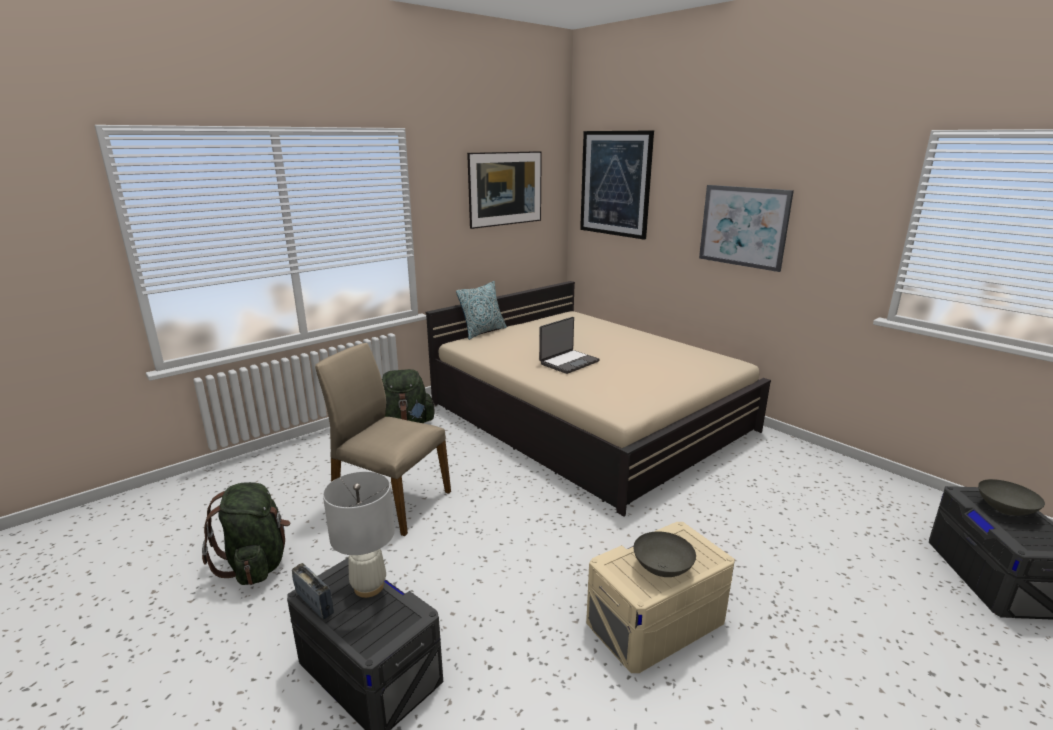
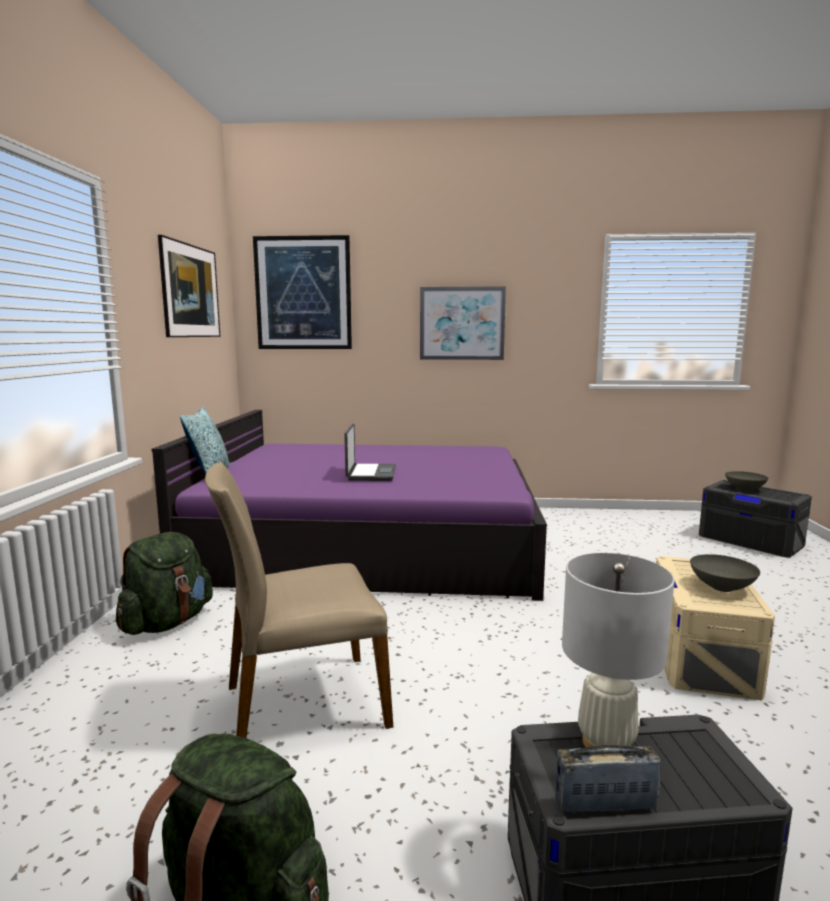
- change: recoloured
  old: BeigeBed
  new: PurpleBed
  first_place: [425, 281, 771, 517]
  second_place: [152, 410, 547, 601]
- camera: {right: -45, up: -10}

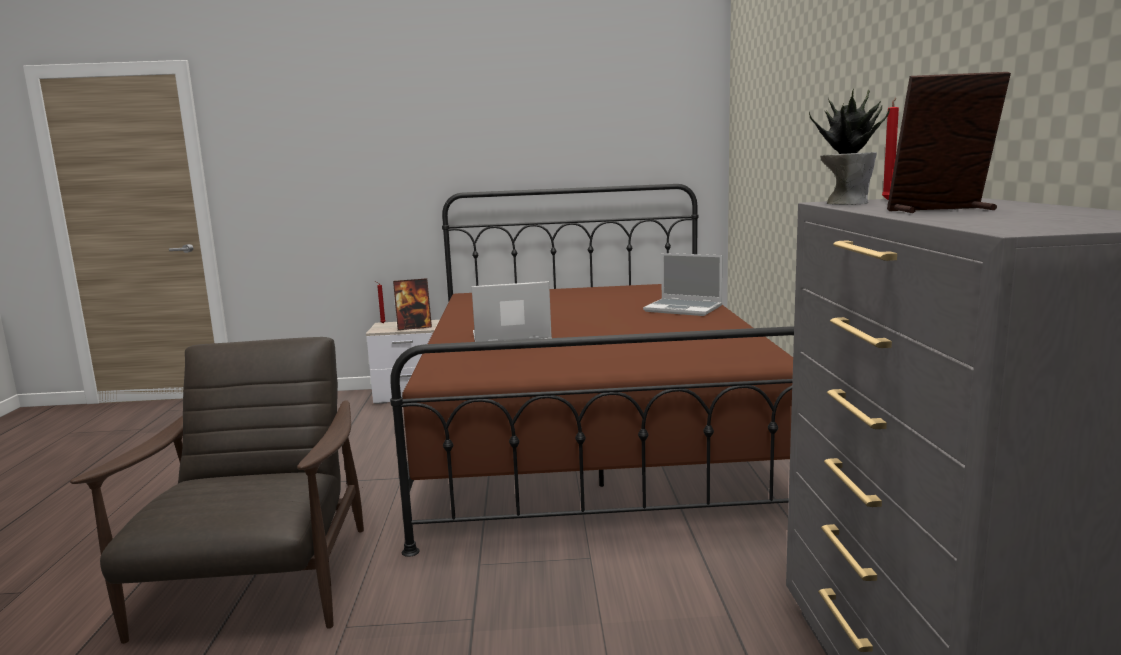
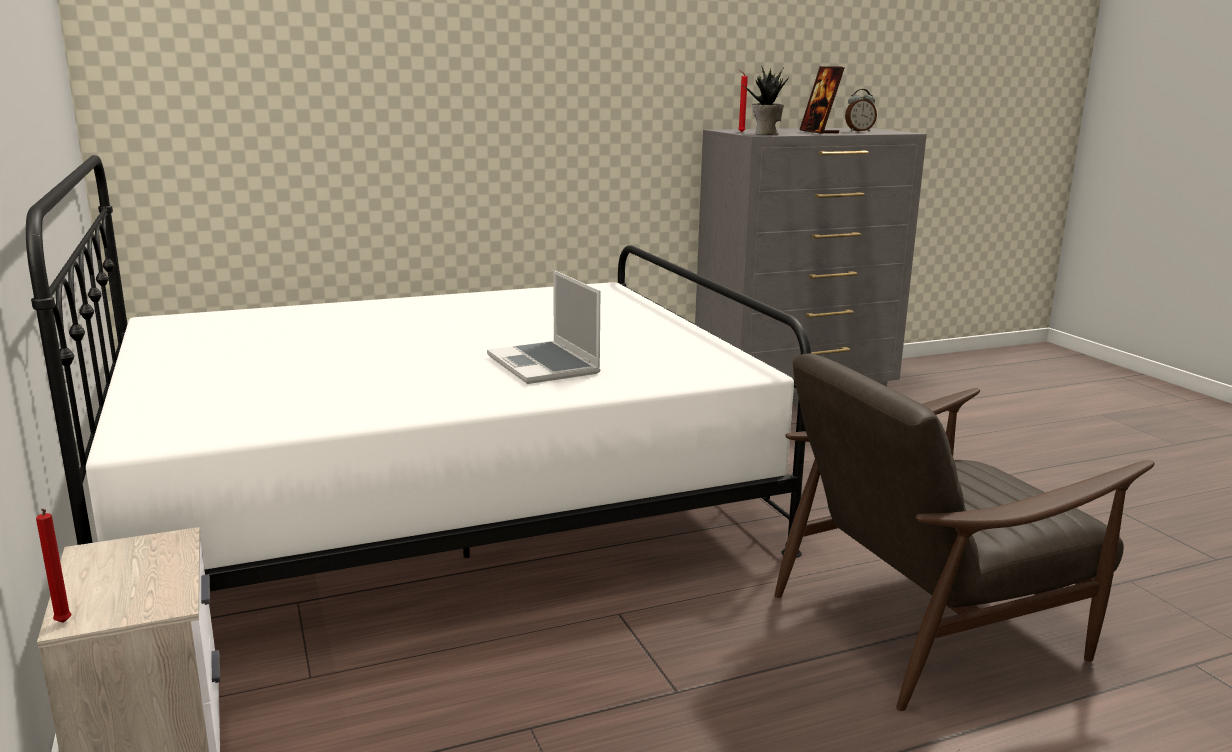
- change: removed
  old: PictureFrame
  first_place: [393, 278, 432, 330]
- change: removed
  old: Laptop
  first_place: [643, 253, 722, 316]
- change: added
  new: AlarmClock
  second_place: [845, 89, 877, 132]
- change: recoloured
  old: BrownBed
  new: WhiteBed
  first_place: [390, 184, 794, 557]
  second_place: [26, 155, 811, 591]
- camera: {right: -110, up: 5}

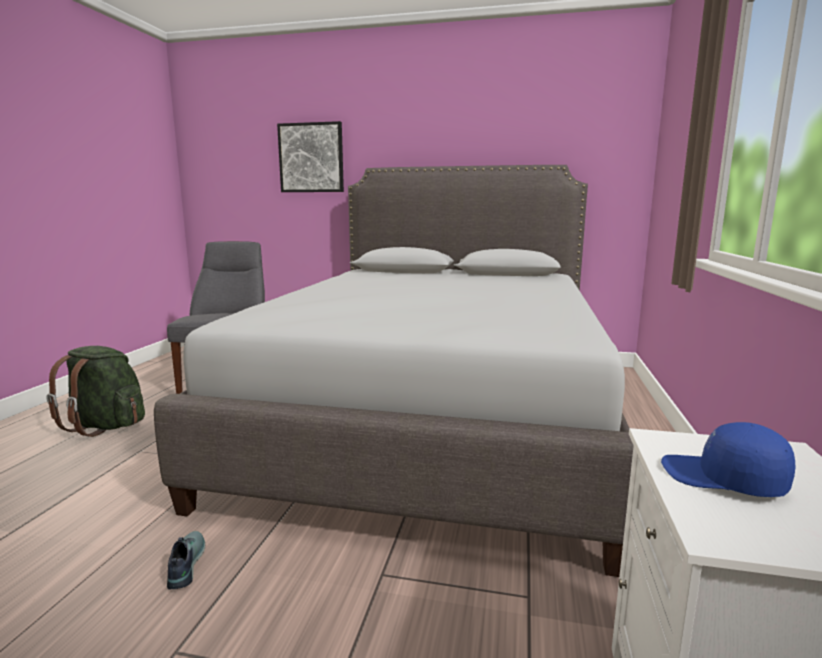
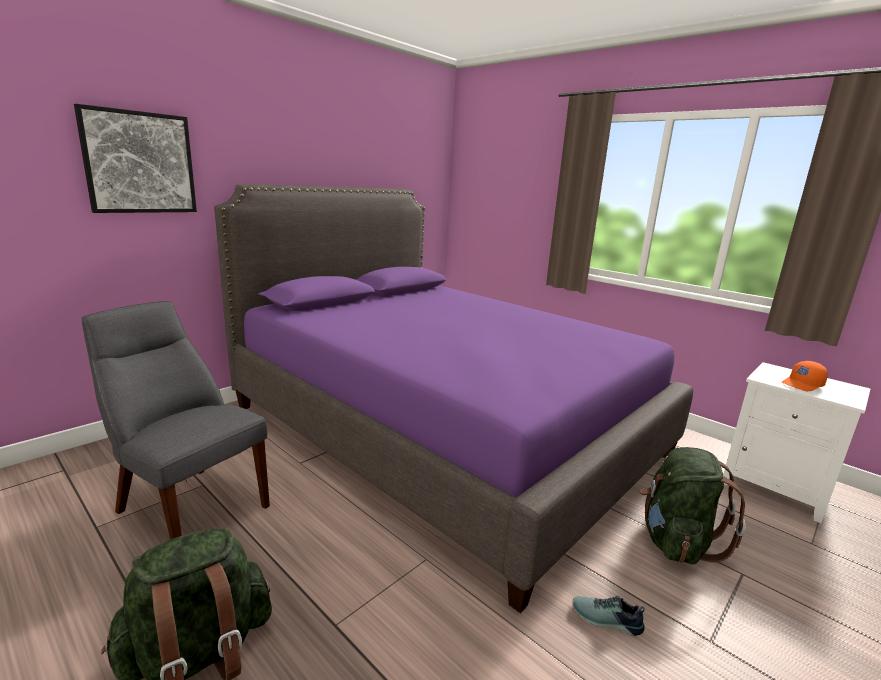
- change: added
  new: GreenBackpack
  second_place: [639, 447, 746, 565]
- change: recoloured
  old: GreyBed
  new: PurpleBed
  first_place: [154, 165, 634, 577]
  second_place: [214, 184, 693, 613]
- change: recoloured
  old: BlueCap
  new: OrangeCap
  first_place: [661, 422, 795, 497]
  second_place: [782, 361, 828, 391]
- camera: {right: -60, up: 5}

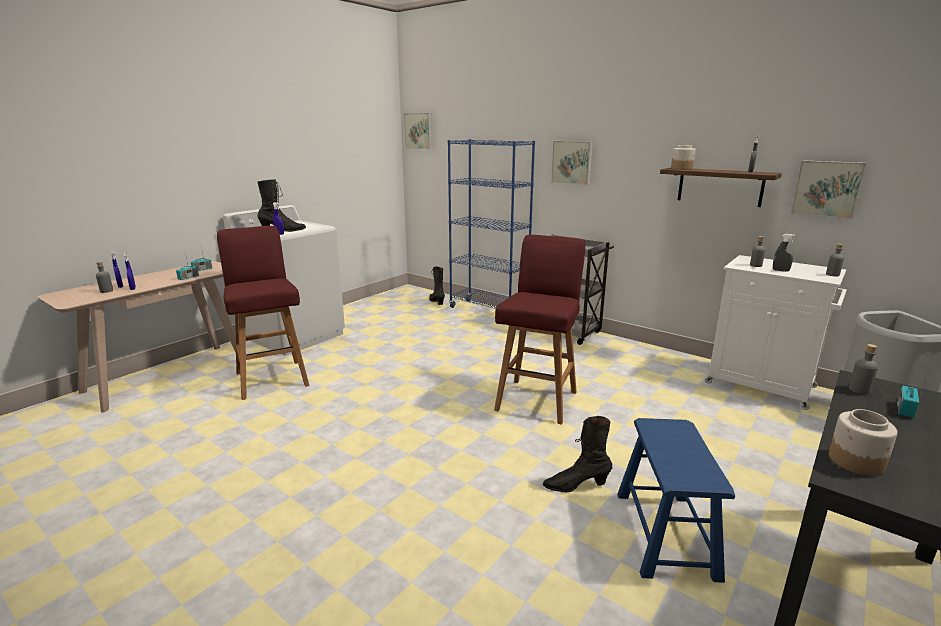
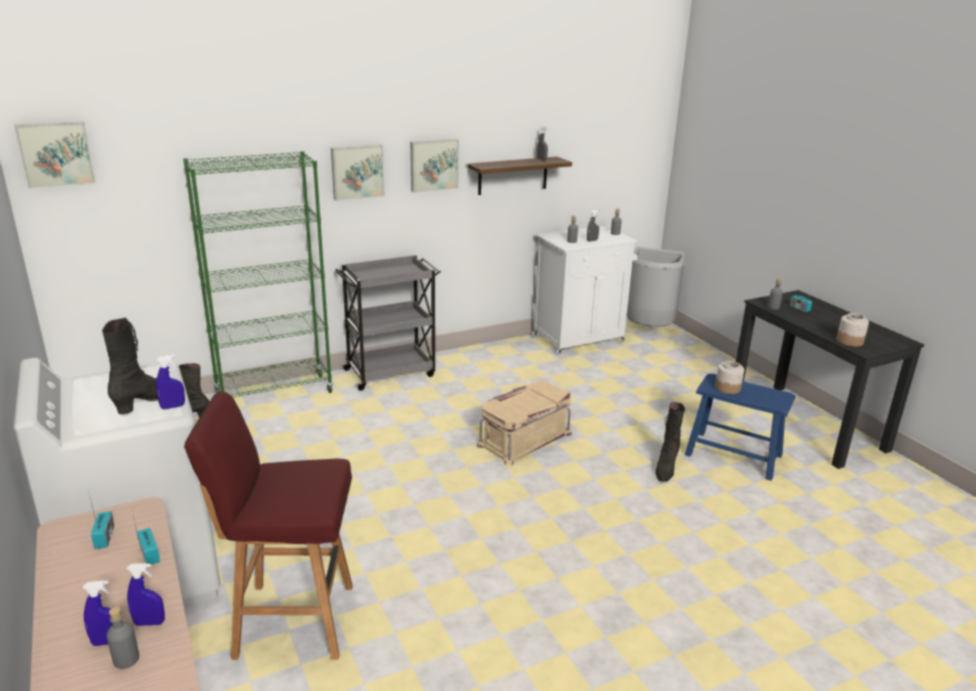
- change: moved
  old: Jar
  first_place: [671, 145, 696, 170]
  second_place: [715, 361, 744, 394]
- change: moved
  old: Picture
  first_place: [791, 160, 867, 219]
  second_place: [410, 139, 459, 193]
- change: replaced
  old: RedStool
  new: BeigeStorageBox
  first_place: [494, 235, 585, 425]
  second_place: [477, 381, 572, 465]
- change: recoloured
  old: BlueBookcase
  new: GreenBookcase
  first_place: [448, 139, 535, 309]
  second_place: [183, 151, 333, 398]
- camera: {right: -65, up: 5}

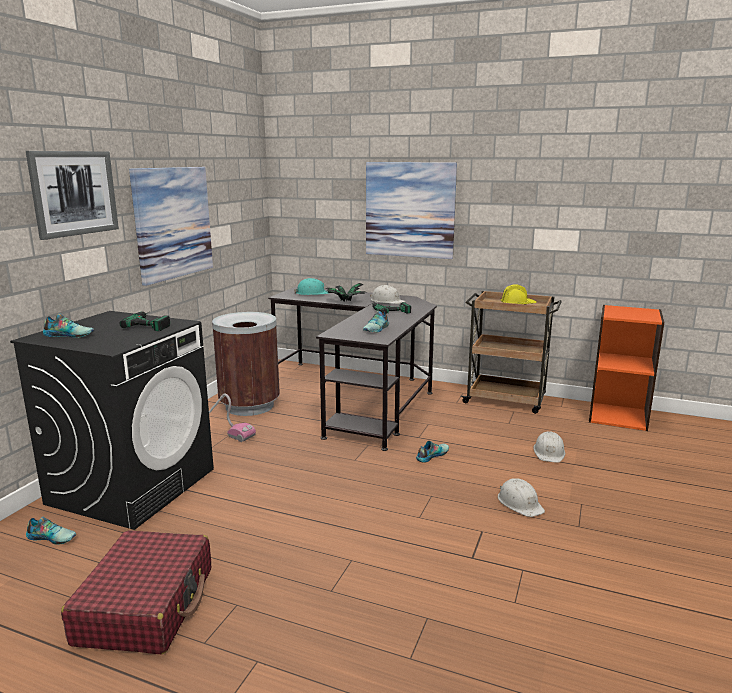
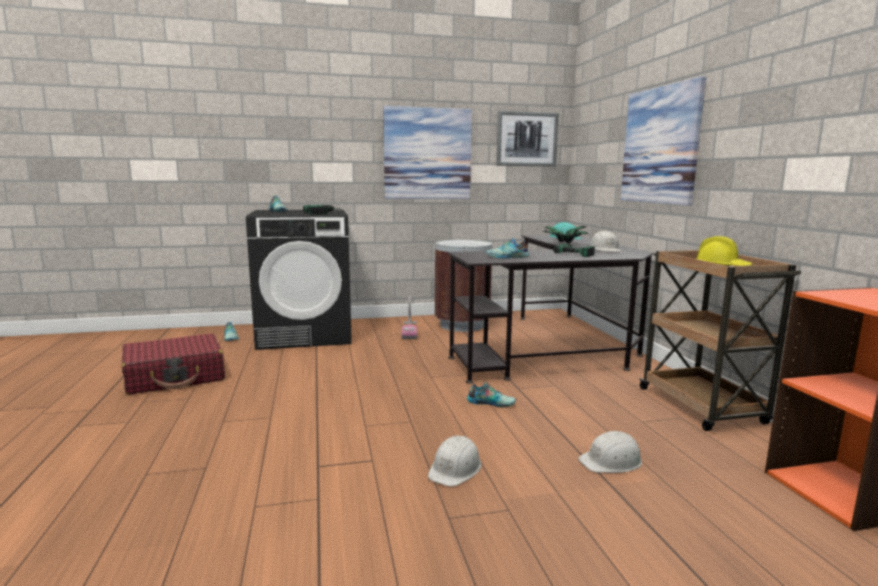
- change: moved
  old: Picture
  first_place: [26, 151, 119, 240]
  second_place: [496, 111, 559, 167]
- camera: {right: 55, up: -5}

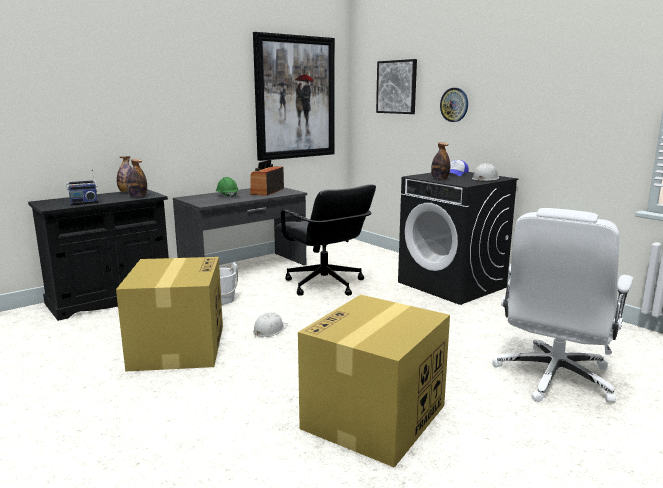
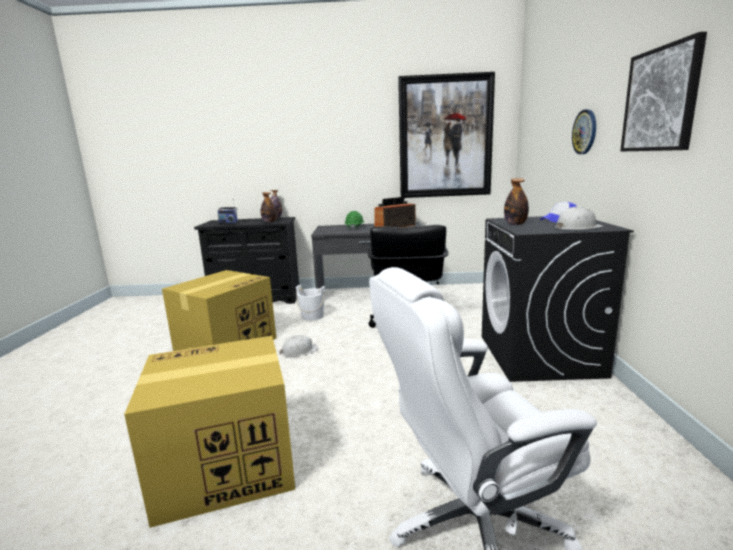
- change: moved
  old: Picture
  first_place: [376, 59, 417, 114]
  second_place: [620, 32, 707, 151]
- camera: {right: 40, up: 0}

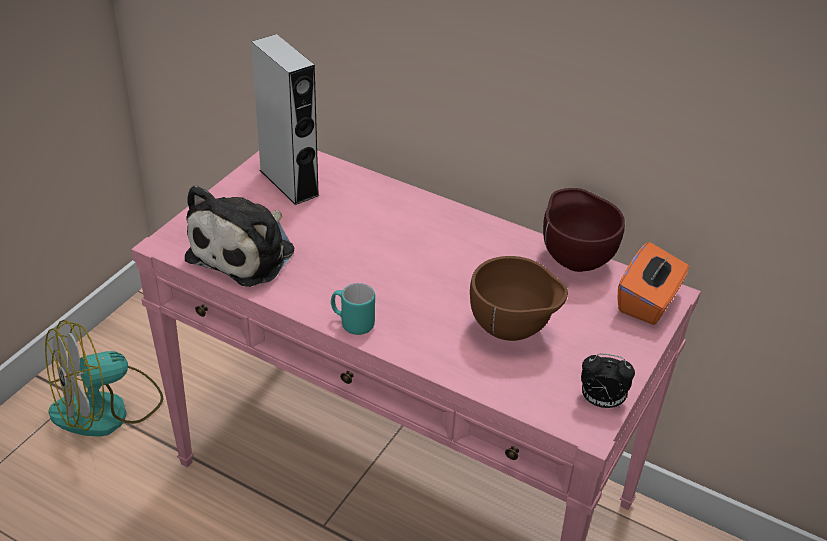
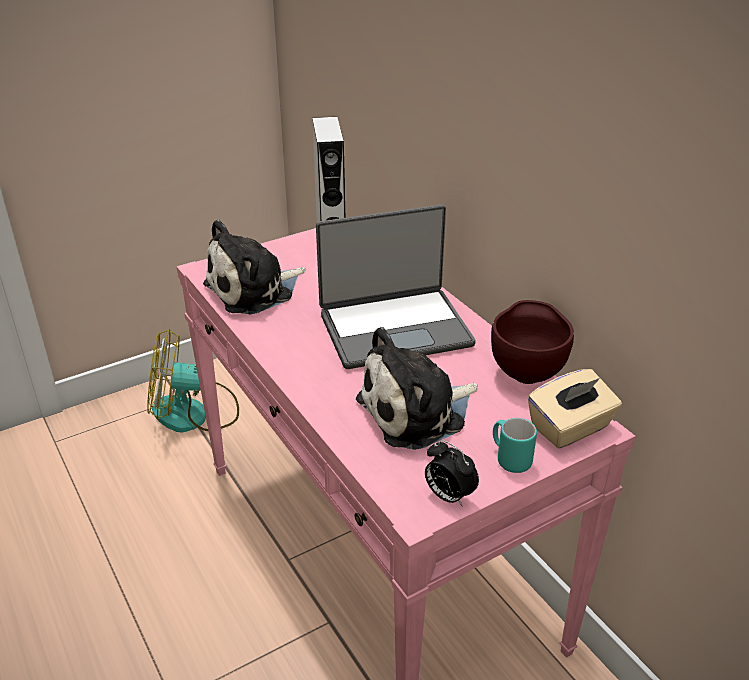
- change: added
  new: Laptop
  second_place: [316, 205, 475, 369]
- change: moved
  old: TurquoiseMug
  first_place: [331, 283, 375, 335]
  second_place: [493, 418, 537, 473]
- change: replaced
  old: BrownBowl
  new: PlushToy
  first_place: [470, 256, 568, 341]
  second_place: [356, 327, 478, 450]
- change: recoloured
  old: OrangeTissueBox
  new: BeigeTissueBox
  first_place: [618, 242, 689, 325]
  second_place: [528, 369, 622, 449]
- camera: {right: 30, up: -5}

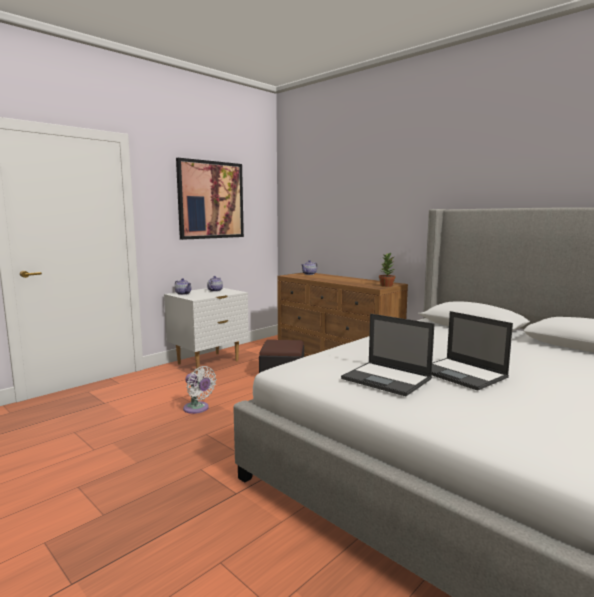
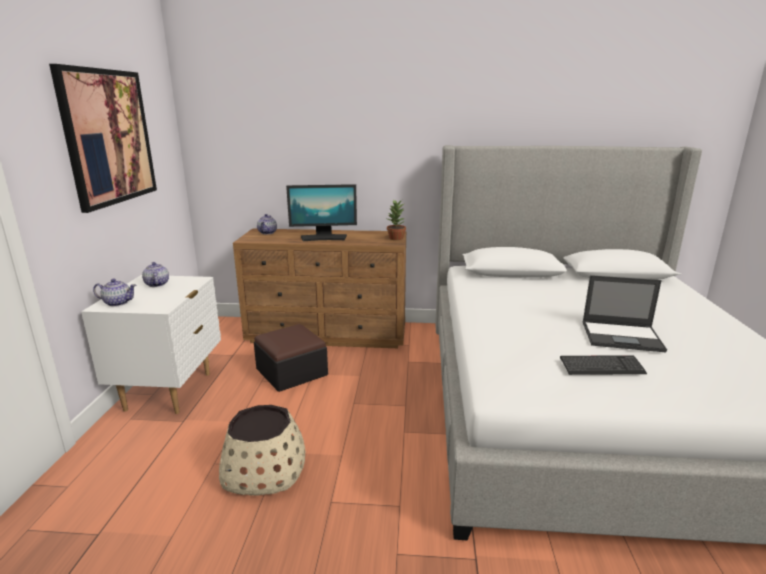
- change: added
  new: Monitor
  second_place: [286, 184, 357, 241]
- change: replaced
  old: WhiteFan
  new: BeigePlanter
  first_place: [183, 366, 216, 414]
  second_place: [219, 405, 305, 496]
- change: replaced
  old: Laptop
  new: Keyboard
  first_place: [341, 314, 434, 396]
  second_place: [560, 355, 647, 375]
- camera: {right: -40, up: 10}

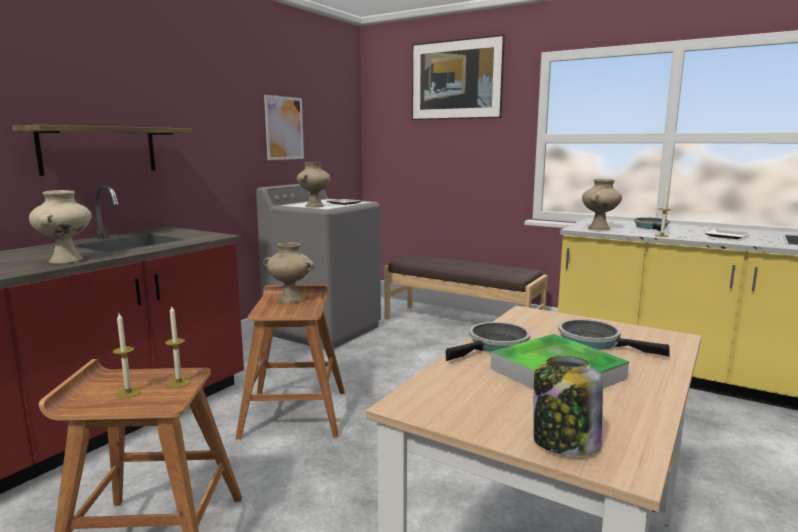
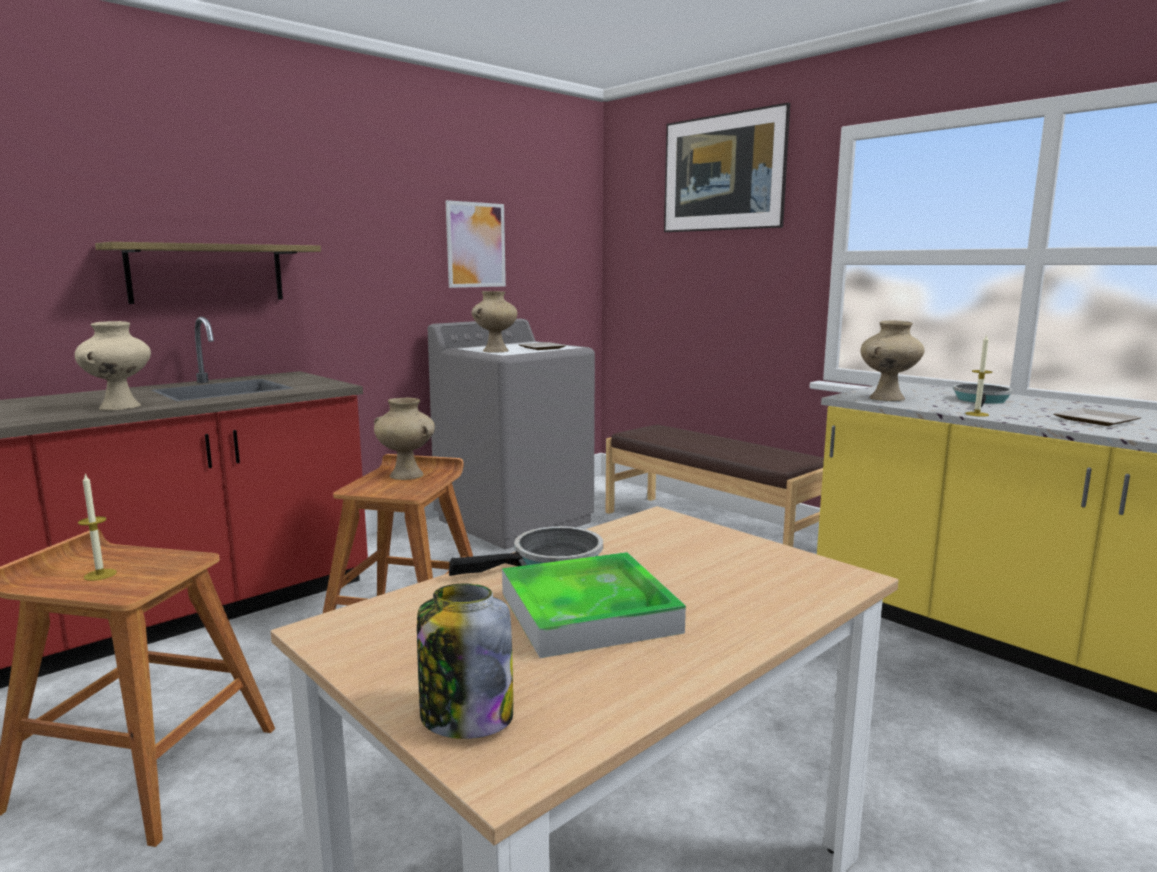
- change: removed
  old: Candle
  first_place: [165, 306, 191, 388]
- change: removed
  old: FryingPan
  first_place: [558, 319, 670, 357]
- camera: {right: 15, up: 0}

